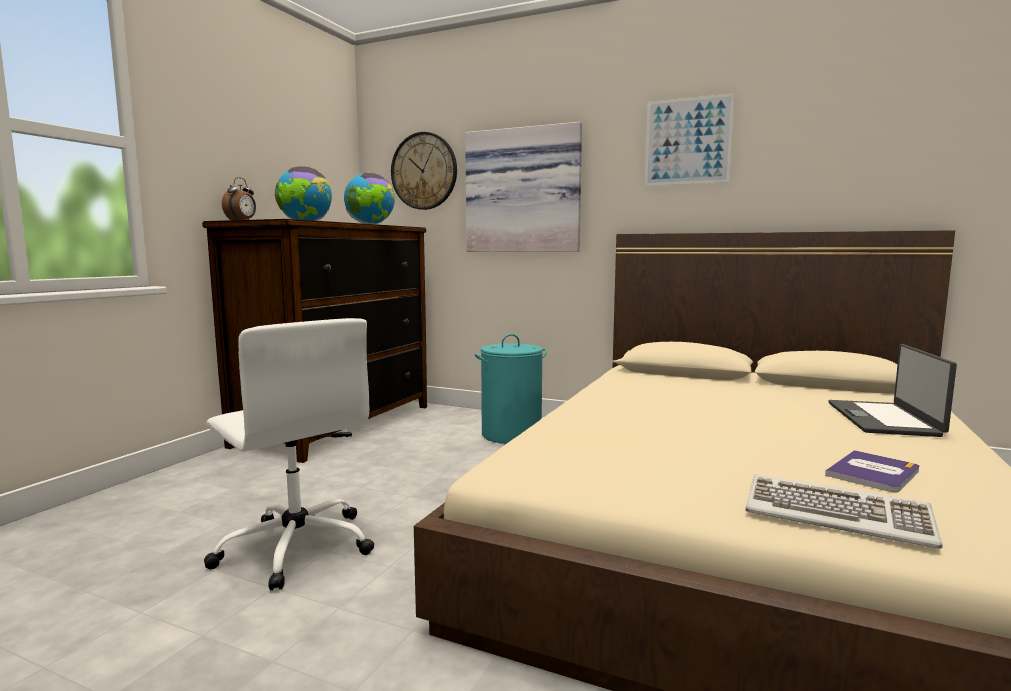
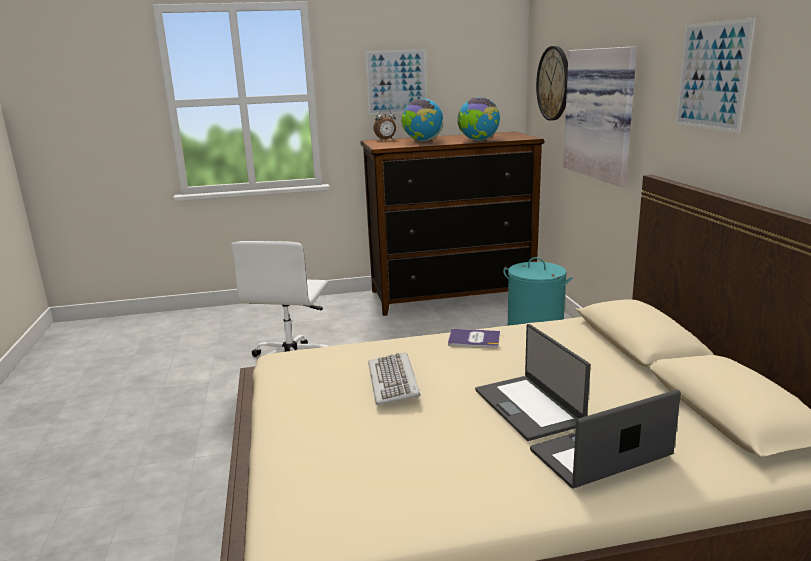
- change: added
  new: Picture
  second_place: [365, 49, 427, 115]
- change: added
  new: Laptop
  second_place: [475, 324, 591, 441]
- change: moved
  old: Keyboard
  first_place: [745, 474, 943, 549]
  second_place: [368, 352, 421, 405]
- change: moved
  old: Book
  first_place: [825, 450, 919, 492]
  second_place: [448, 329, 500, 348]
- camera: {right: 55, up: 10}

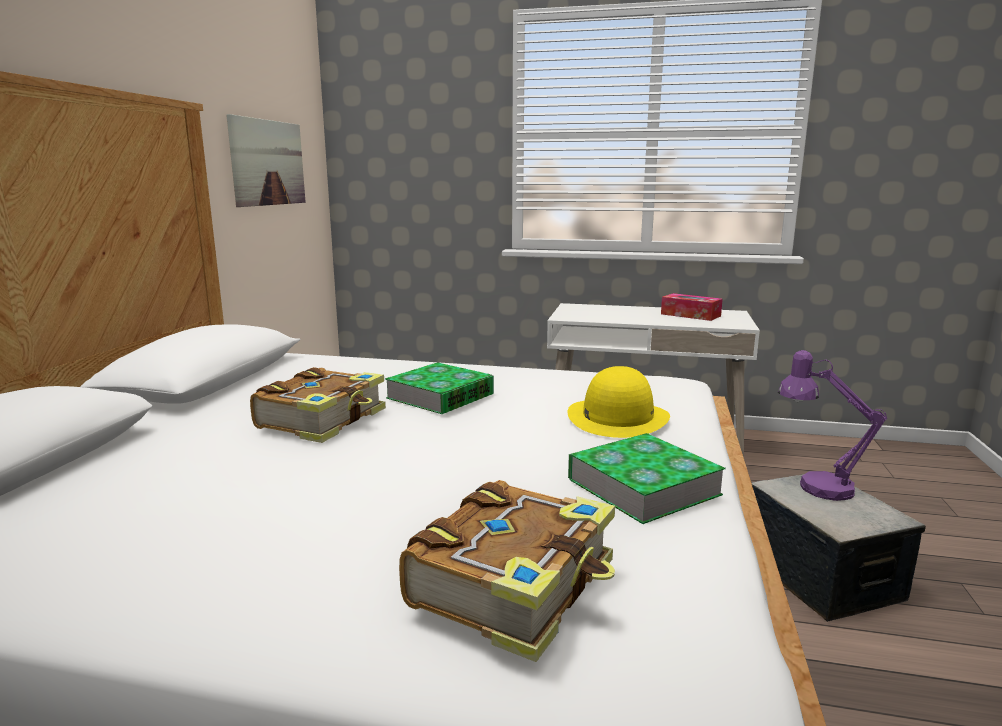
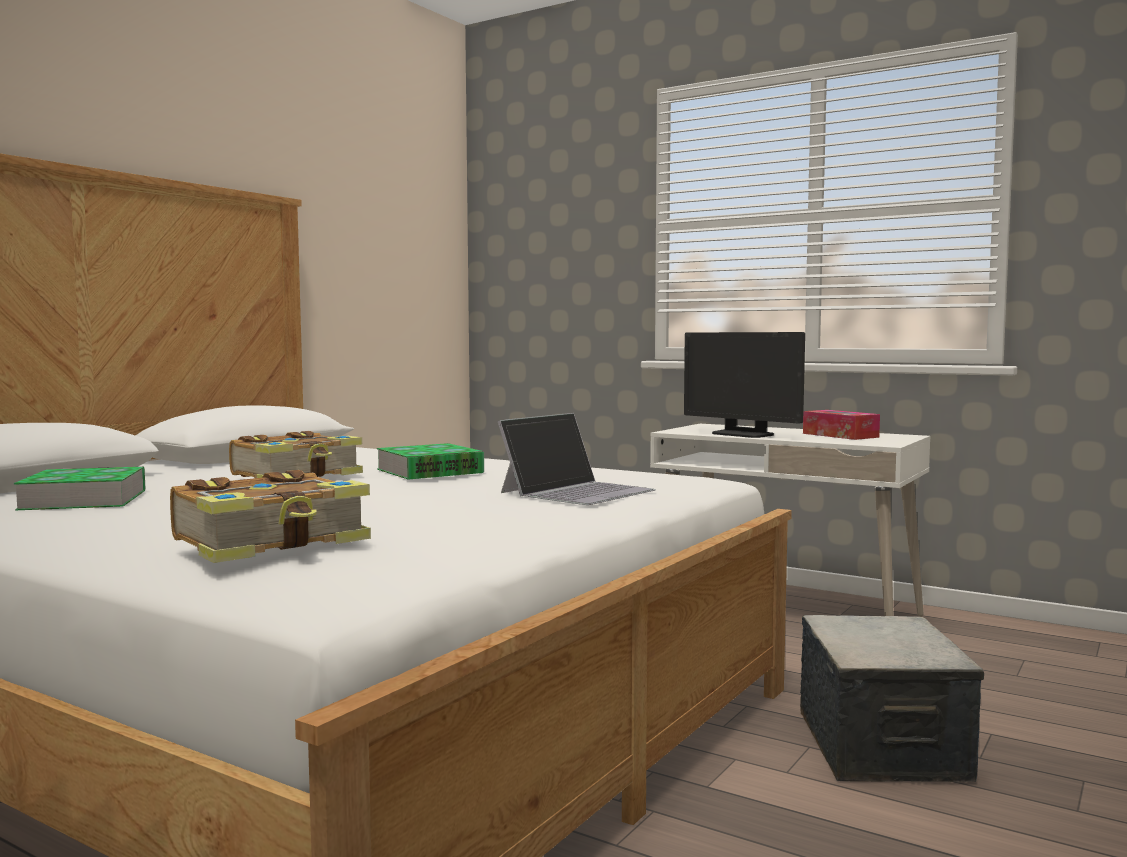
- change: removed
  old: Picture
  first_place: [226, 114, 306, 207]
- change: removed
  old: PurpleTableLamp
  first_place: [778, 350, 887, 501]
- change: added
  new: Monitor
  second_place: [684, 332, 805, 438]
- change: moved
  old: Book
  first_place: [568, 433, 726, 524]
  second_place: [14, 467, 145, 510]
- change: replaced
  old: YellowHat
  new: Laptop
  first_place: [567, 366, 670, 438]
  second_place: [498, 413, 656, 505]
- camera: {right: 20, up: -10}

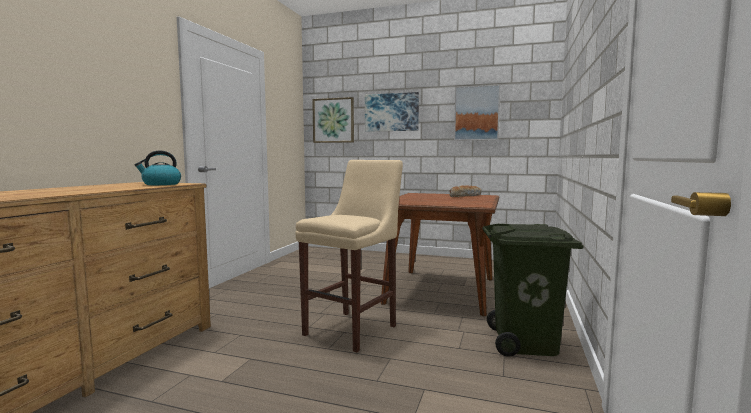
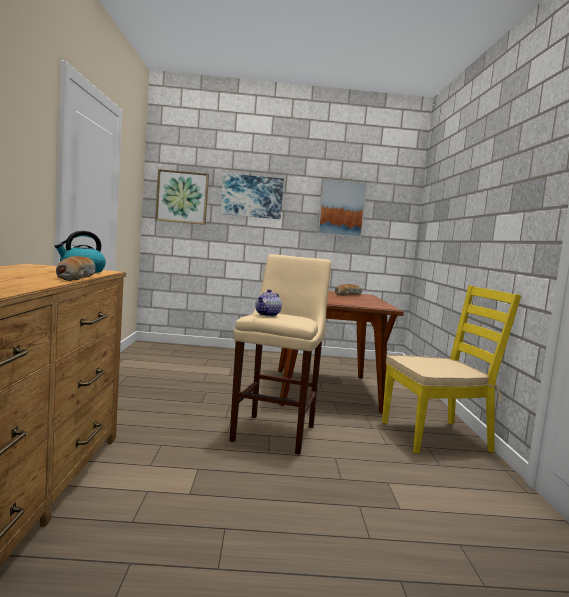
- change: added
  new: Bread
  second_place: [56, 256, 96, 281]
- change: added
  new: Teapot
  second_place: [255, 289, 282, 317]
- change: replaced
  old: GreenTrashCan
  new: YellowChair
  first_place: [482, 224, 584, 357]
  second_place: [382, 285, 521, 454]
- camera: {right: -20, up: 0}

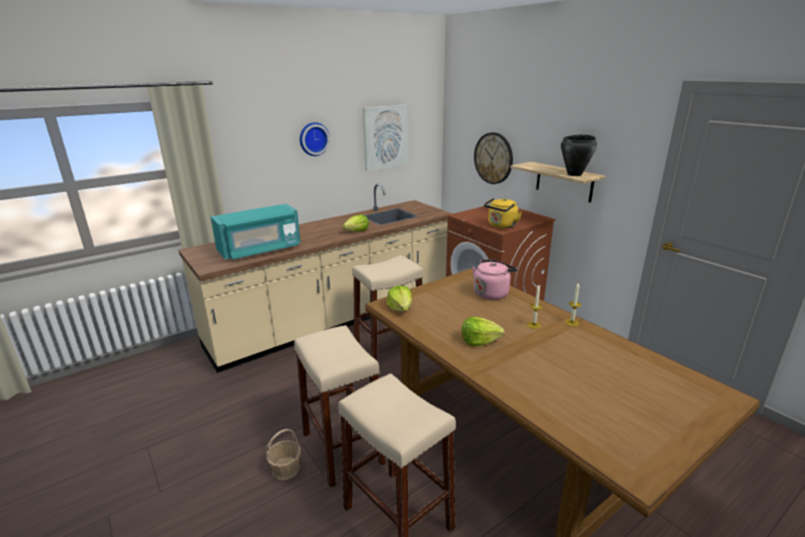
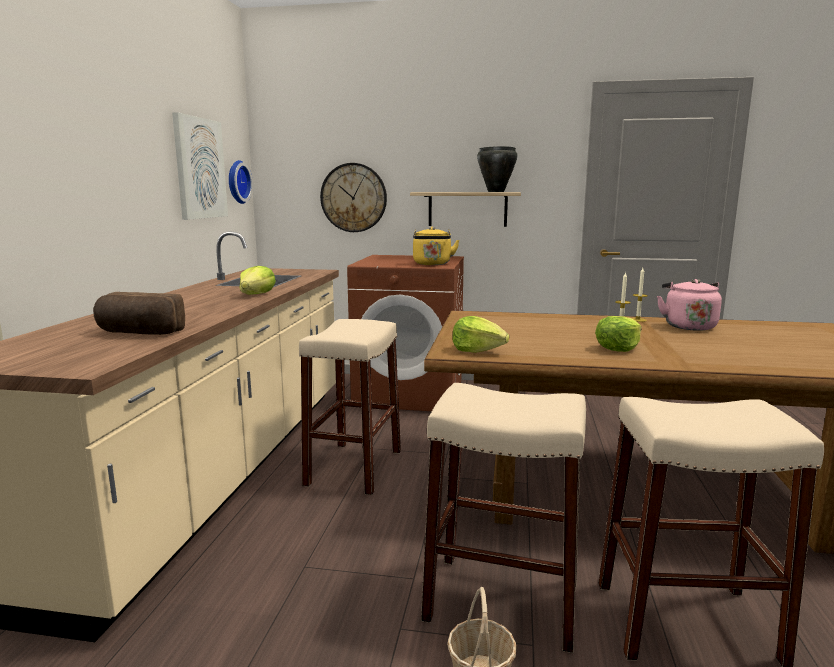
- change: moved
  old: WallClock
  first_place: [300, 122, 330, 156]
  second_place: [229, 160, 253, 204]
- change: moved
  old: PinkKettle
  first_place: [472, 259, 518, 300]
  second_place: [657, 279, 722, 331]
- change: replaced
  old: TurquoiseMicrowave
  new: Bread
  first_place: [211, 204, 301, 260]
  second_place: [93, 292, 185, 335]
- camera: {right: -45, up: -10}

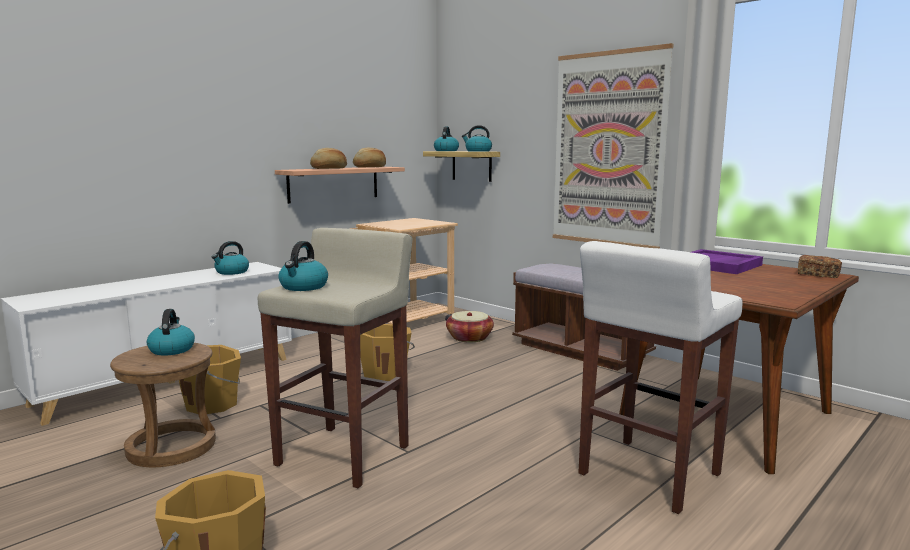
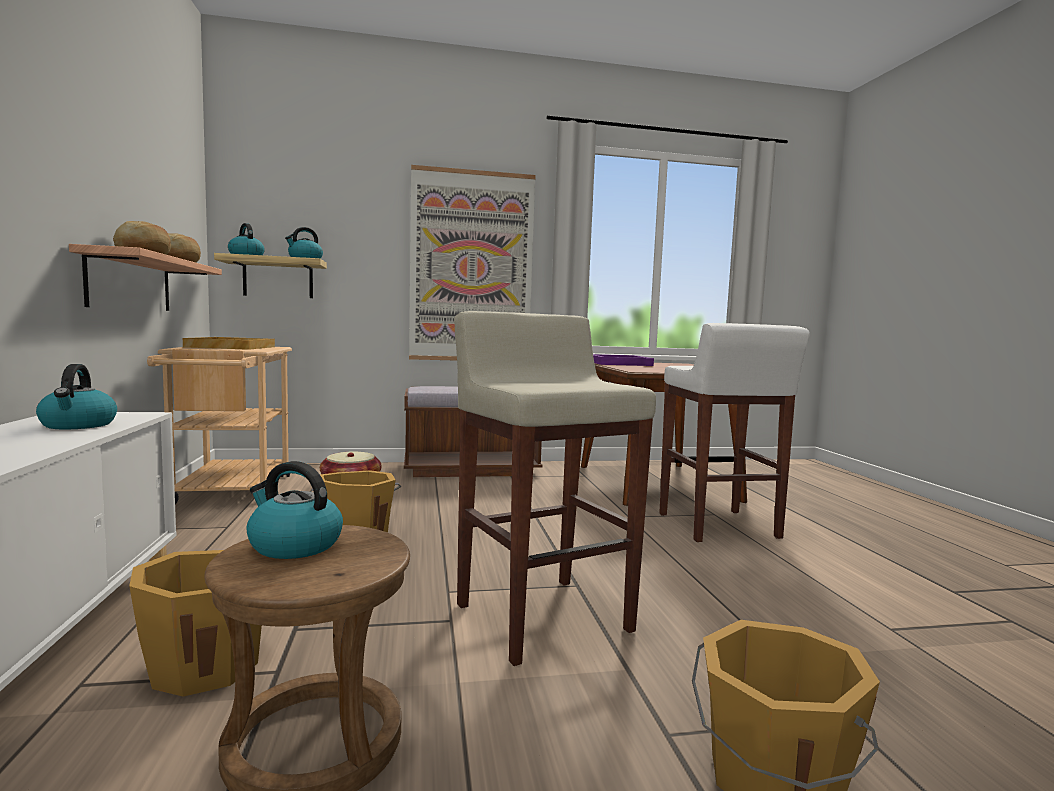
- change: removed
  old: Kettle
  first_place: [278, 241, 328, 291]
- change: removed
  old: Bread
  first_place: [798, 255, 842, 278]
- change: added
  new: BeigeTray
  second_place: [183, 337, 275, 350]
- camera: {right: -55, up: -5}

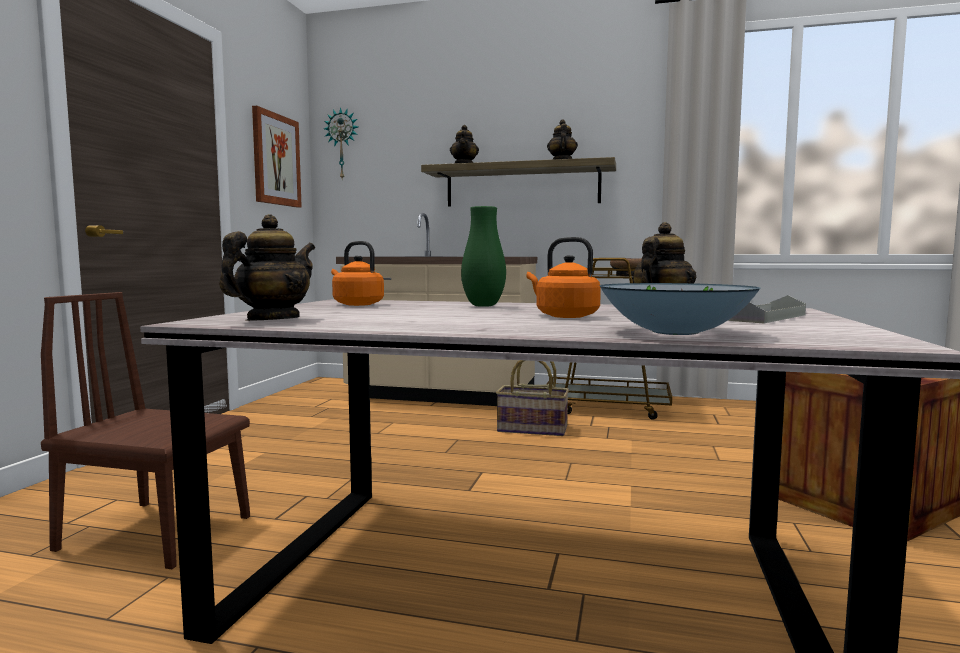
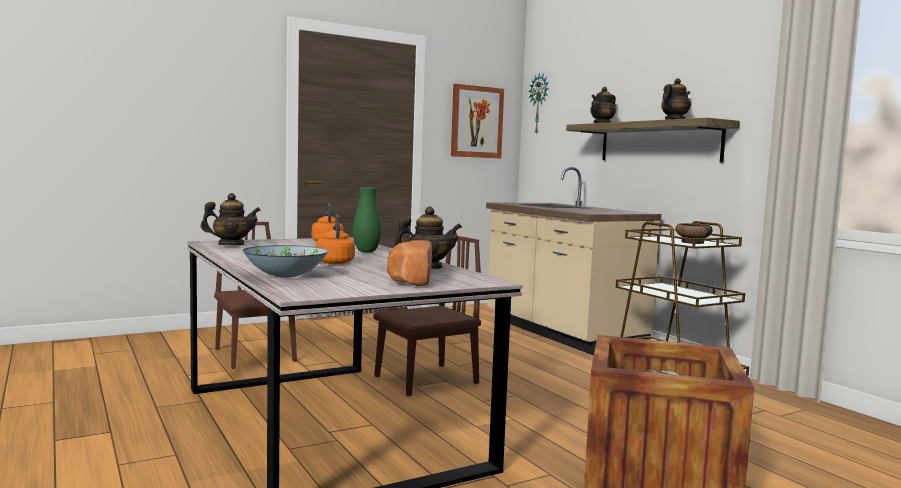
- change: removed
  old: Basket
  first_place: [496, 360, 569, 436]
- change: added
  new: BrownChair
  second_place: [373, 236, 481, 396]
- change: replaced
  old: GreyTray
  new: Bread
  first_place: [728, 295, 806, 323]
  second_place: [387, 240, 432, 286]
- camera: {right: 45, up: 0}

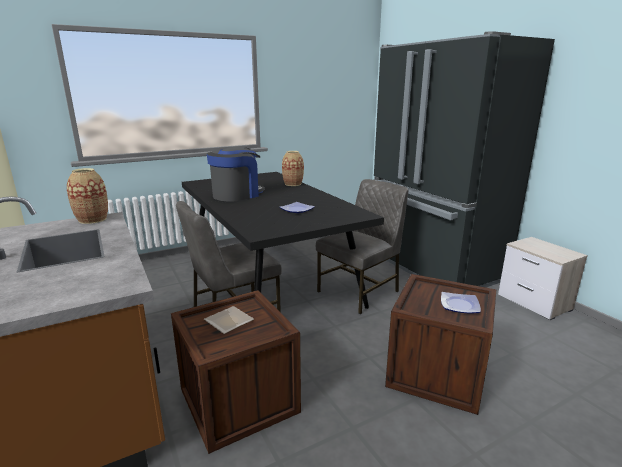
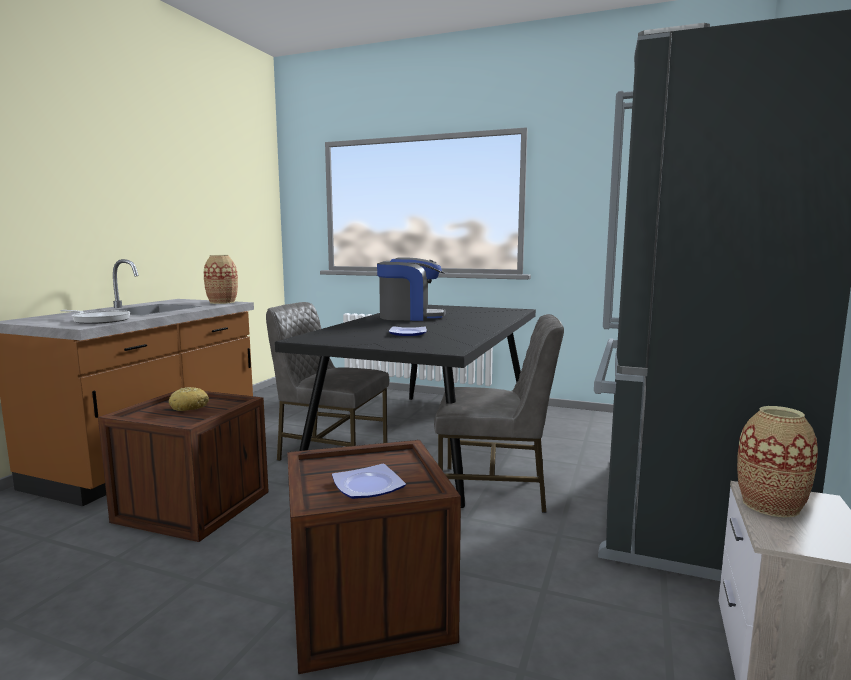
- change: added
  new: FryingPan
  second_place: [60, 310, 130, 324]
- change: moved
  old: Vase
  first_place: [282, 151, 304, 186]
  second_place: [737, 406, 818, 518]
- change: replaced
  old: Plate
  new: Bread
  first_place: [204, 306, 254, 334]
  second_place: [169, 387, 209, 411]
- camera: {right: 50, up: -10}

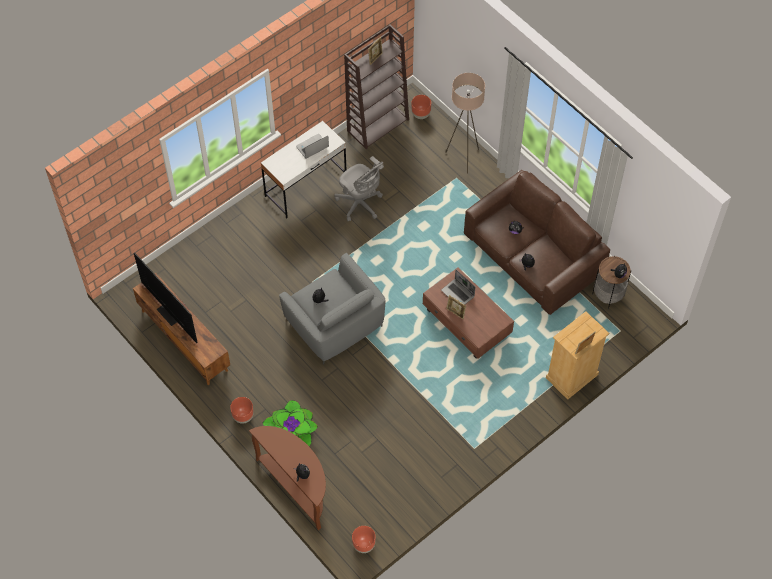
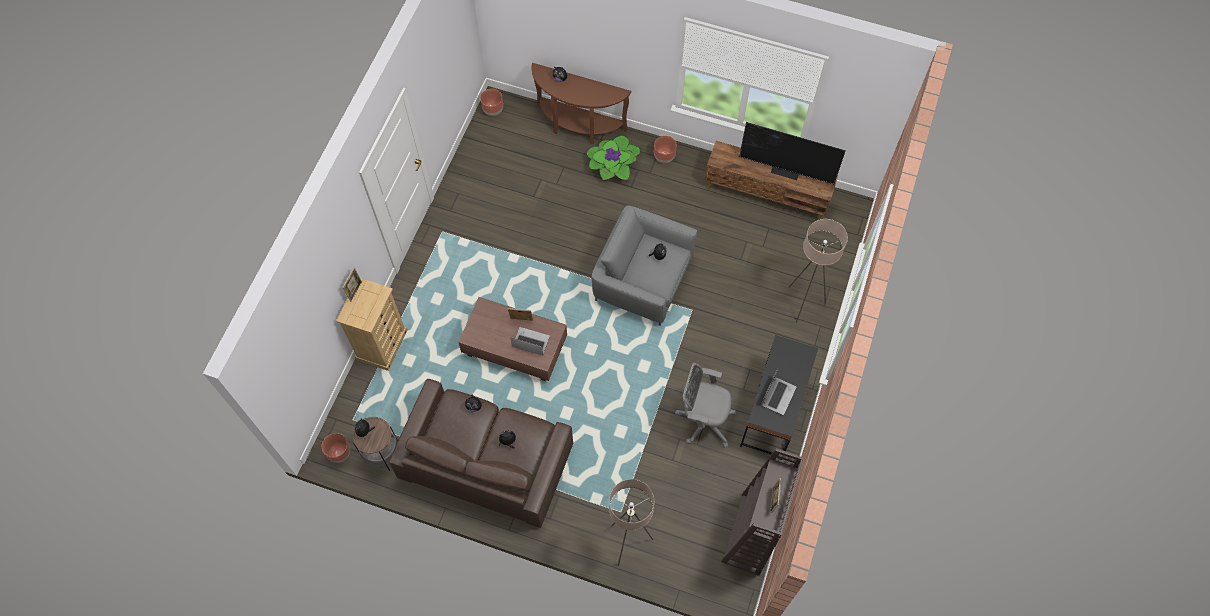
- change: added
  new: BeigeFloorLamp
  second_place: [788, 219, 848, 323]
- change: moved
  old: BrownPlanter
  first_place: [411, 95, 431, 119]
  second_place: [322, 433, 350, 463]
- change: recoloured
  old: WhiteDesk
  new: BlackDesk
  first_place: [261, 121, 346, 218]
  second_place: [740, 335, 818, 460]
- camera: {right: 150, up: 5}

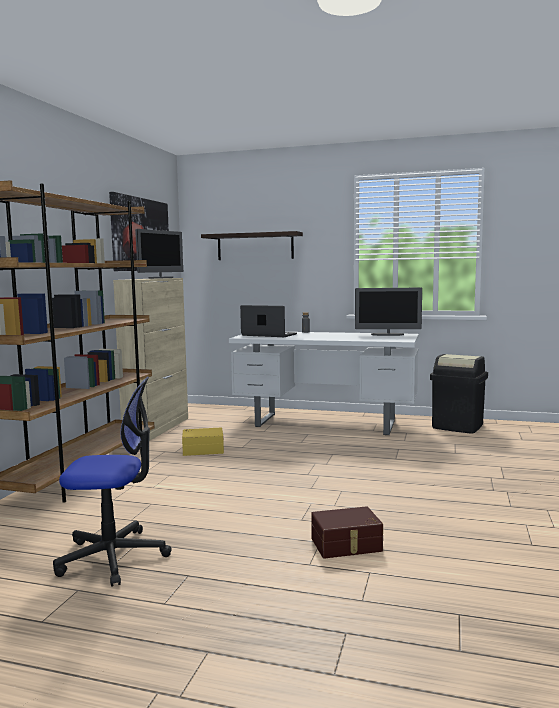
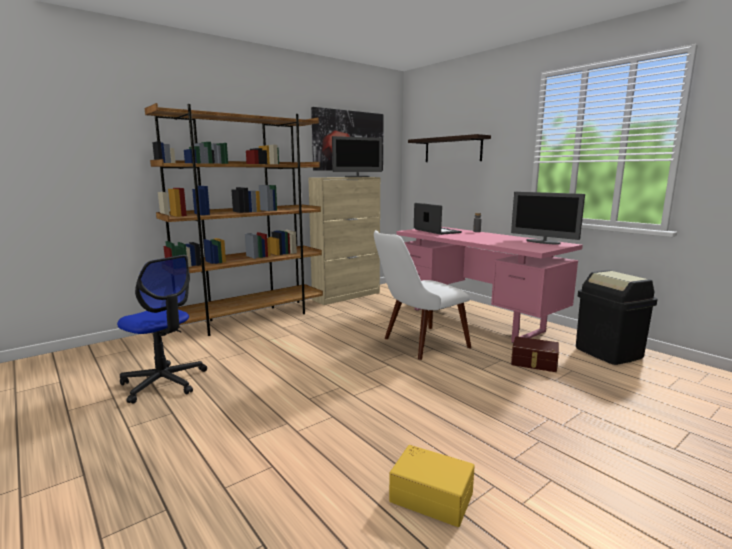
- change: added
  new: WhiteChair
  second_place: [374, 230, 471, 360]
- change: moved
  old: YellowStorageBox
  first_place: [182, 428, 224, 456]
  second_place: [389, 445, 475, 527]
- change: moved
  old: BrownStorageBox
  first_place: [311, 506, 383, 559]
  second_place: [511, 336, 559, 372]
- change: recoloured
  old: WhiteDesk
  new: PinkDesk
  first_place: [229, 332, 419, 435]
  second_place: [397, 227, 583, 343]
- camera: {right: 35, up: 5}

